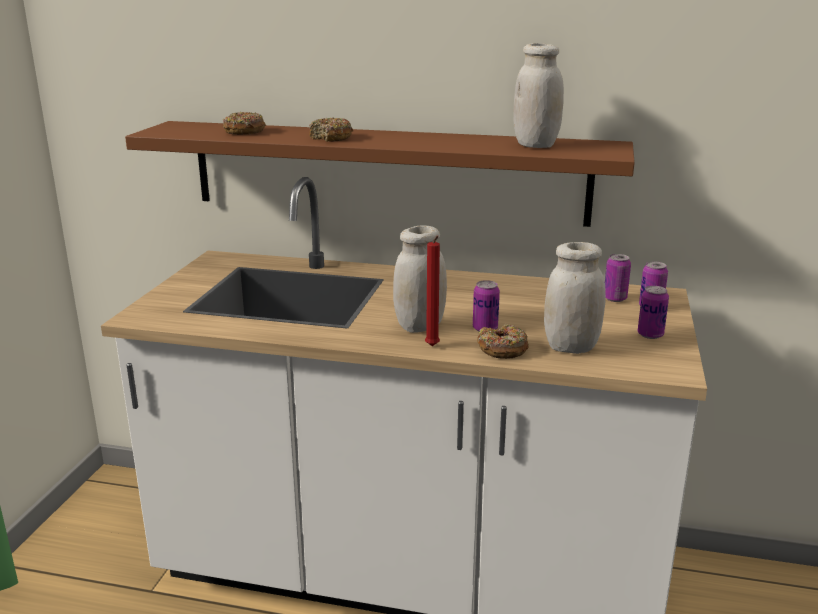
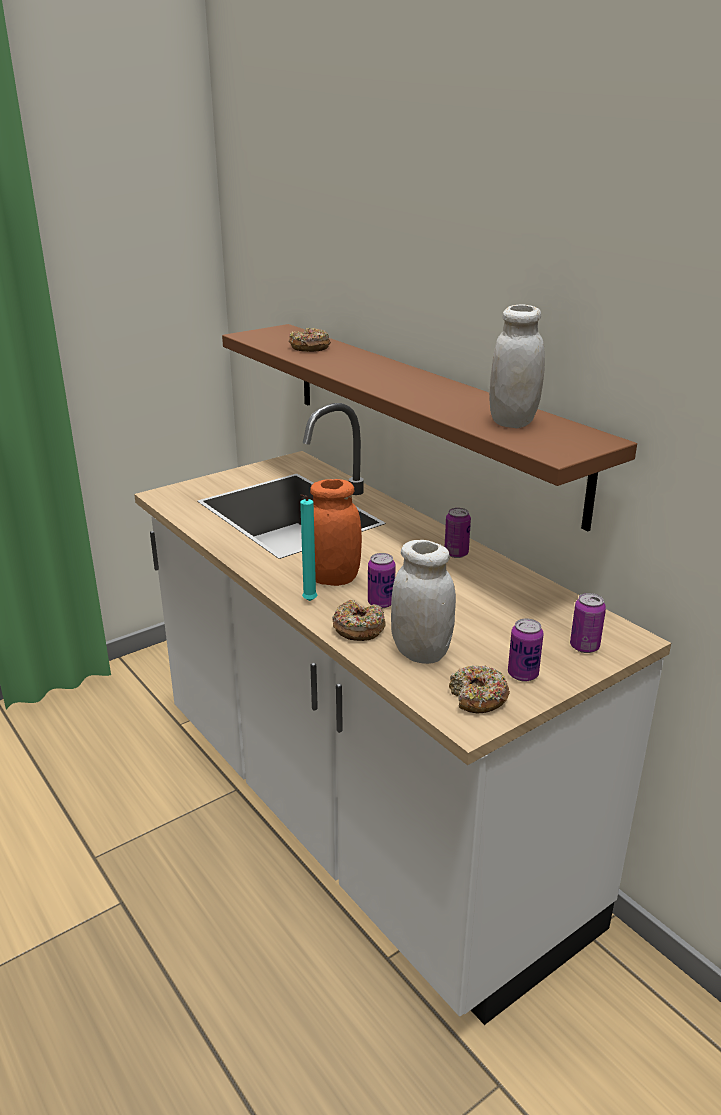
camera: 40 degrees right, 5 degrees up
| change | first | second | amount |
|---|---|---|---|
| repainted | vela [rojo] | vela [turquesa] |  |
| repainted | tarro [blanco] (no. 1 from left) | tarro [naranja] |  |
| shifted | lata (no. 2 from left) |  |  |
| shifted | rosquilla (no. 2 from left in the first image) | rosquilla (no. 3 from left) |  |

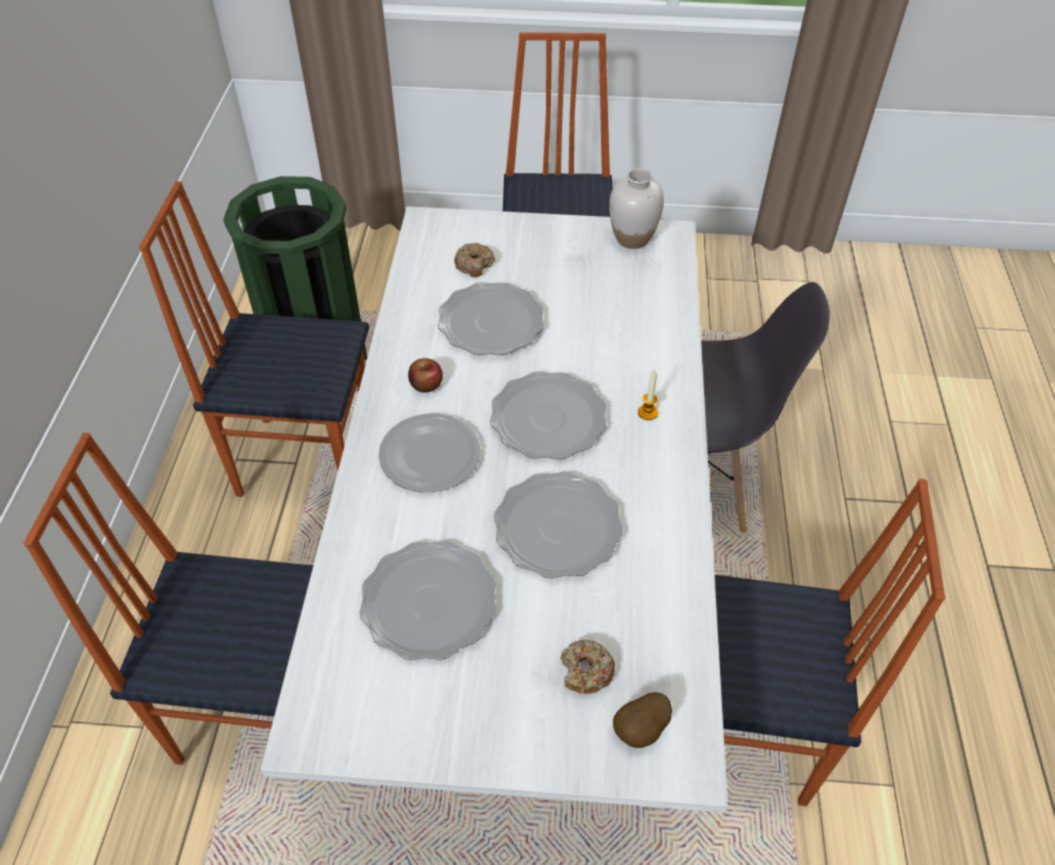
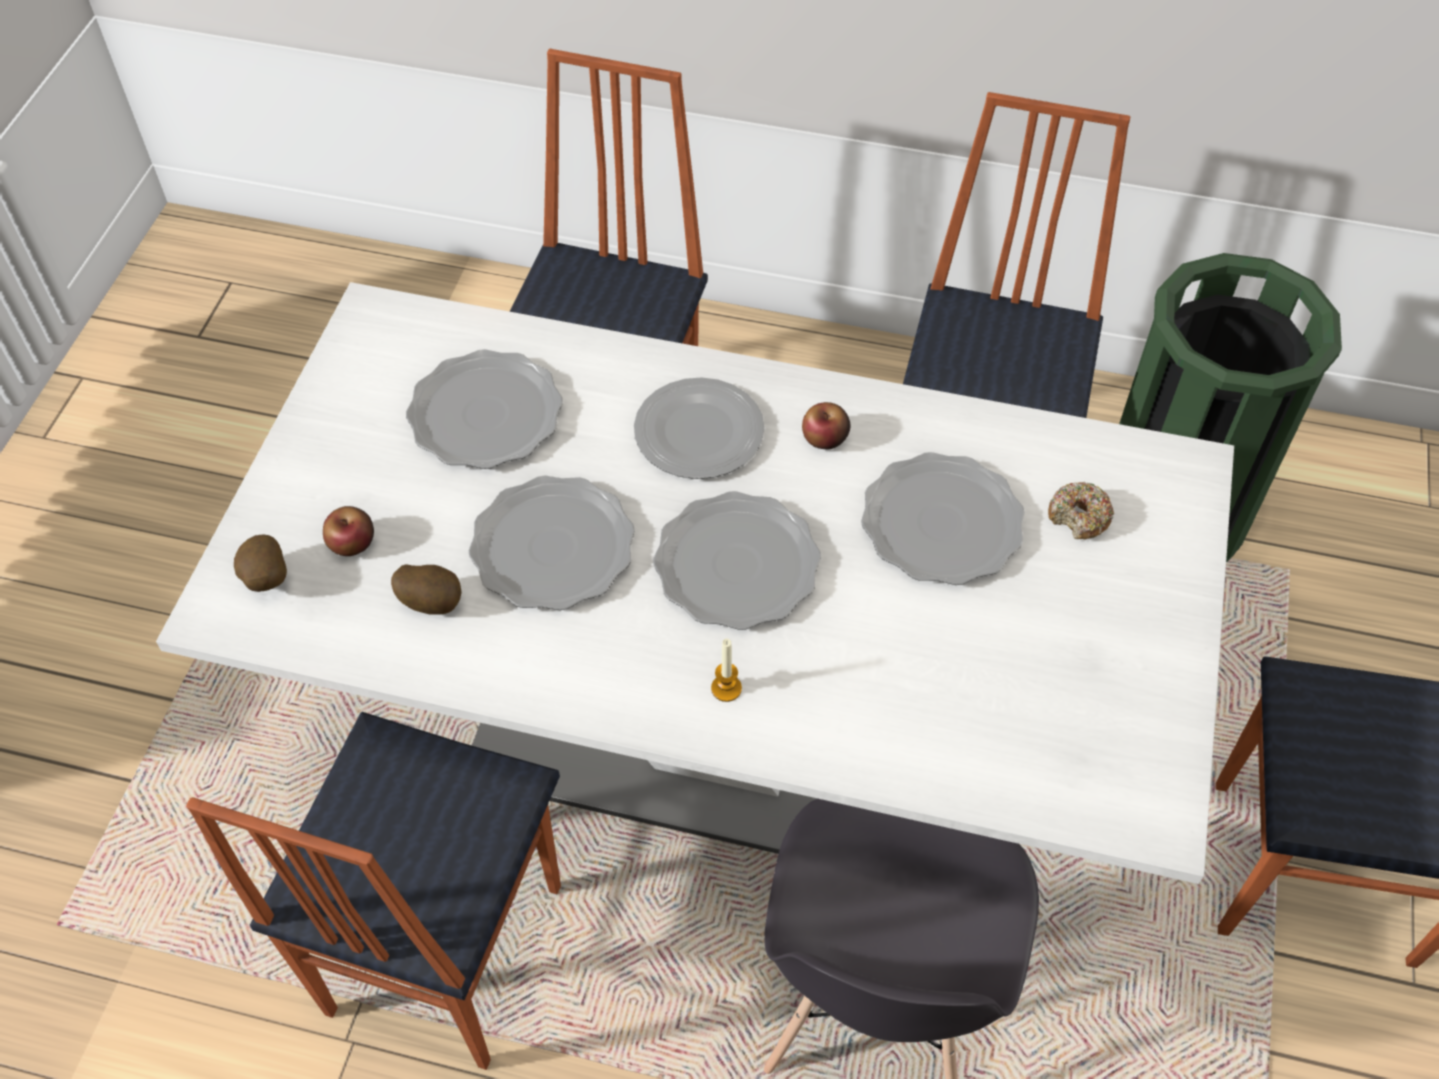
camera: 100 degrees right, 5 degrees up
| change | first | second | amount |
|---|---|---|---|
| swapped | rosquilla (no. 2 from left) | manzana (no. 1 from left) |  |
| new |  | patata (no. 2 from left) |  |
| gone | florero [blanco] |  |  |

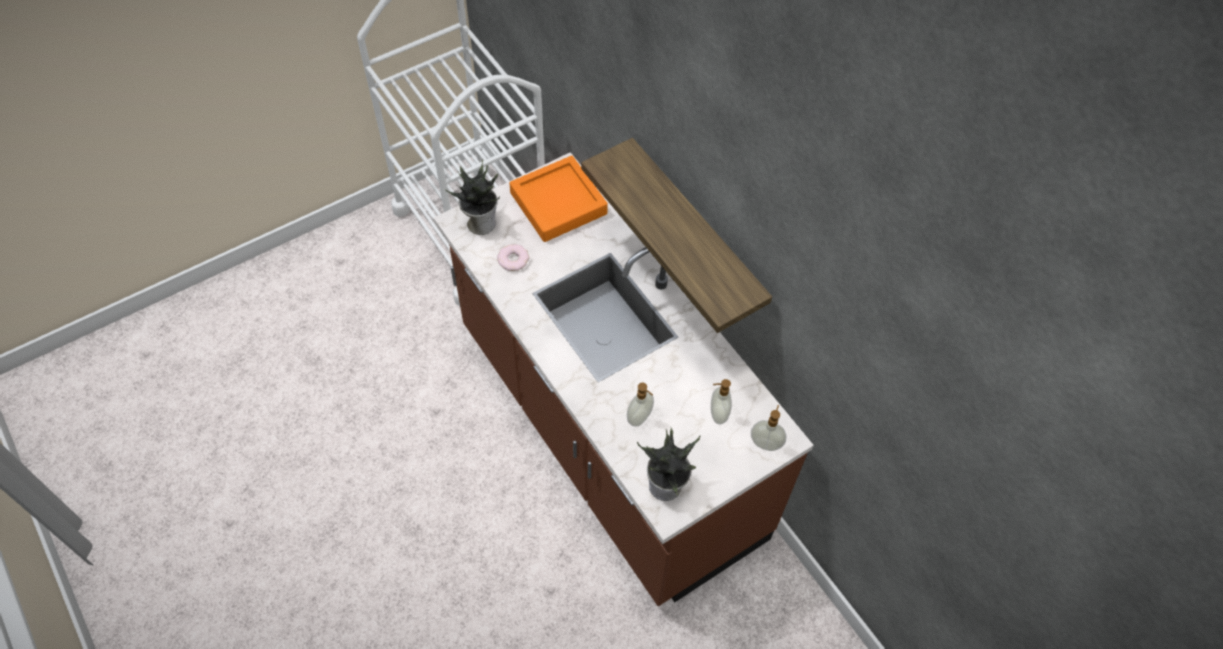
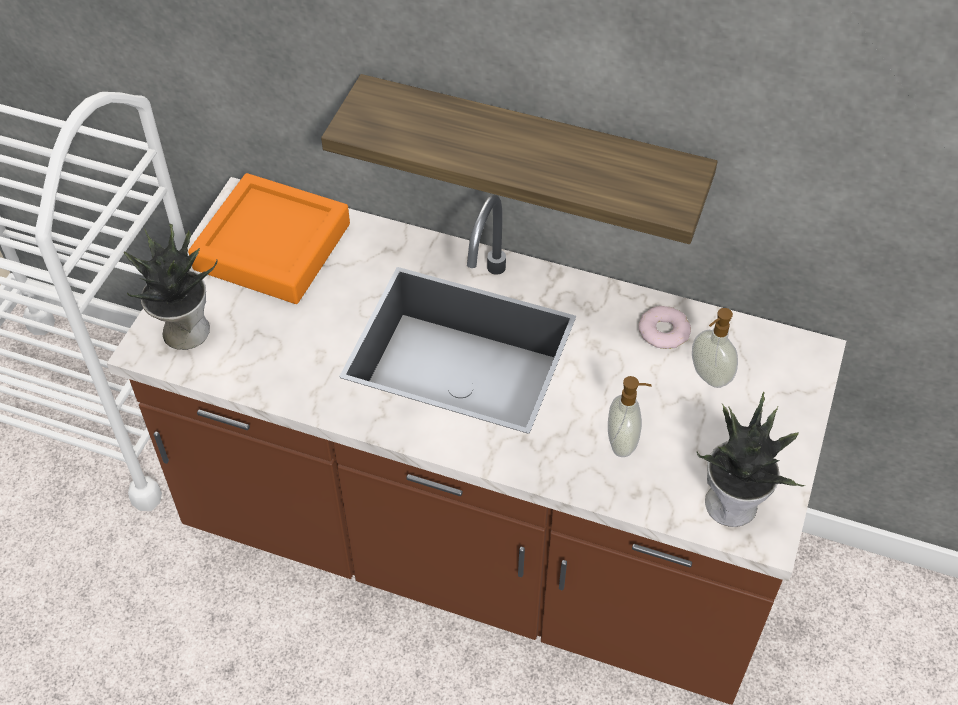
camera: 35 degrees left, 5 degrees down
| change | first | second | amount |
|---|---|---|---|
| shifted | rosquilla |  |  |
| gone | dispensador de jabón (no. 3 from left) |  |  |

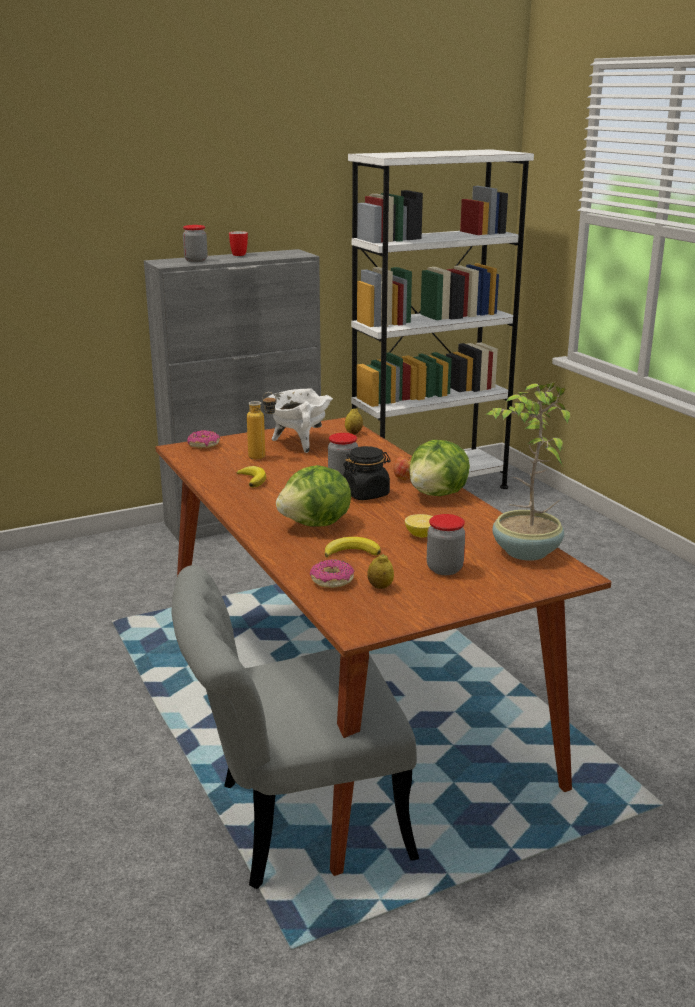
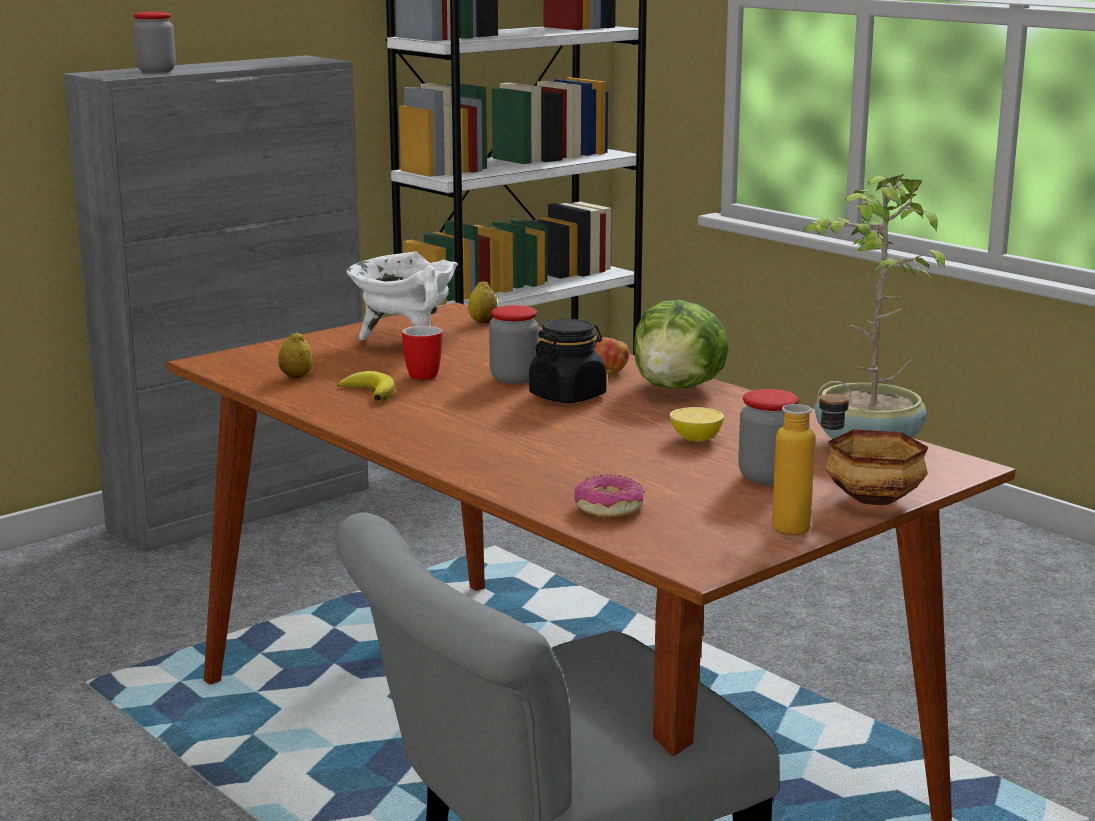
camera: 15 degrees left, 5 degrees down
| change | first | second | amount |
|---|---|---|---|
| shifted | limón (no. 2 from left in the first image) | limón (no. 1 from left) |  |
| shifted | taza grande |  |  |
| shifted | botella |  |  |
| new |  | cuenco |  |
| gone | rosquilla (no. 1 from left) |  |  |
| gone | lechuga (no. 1 from left) |  |  |
| gone | plátano (no. 2 from left) |  |  |

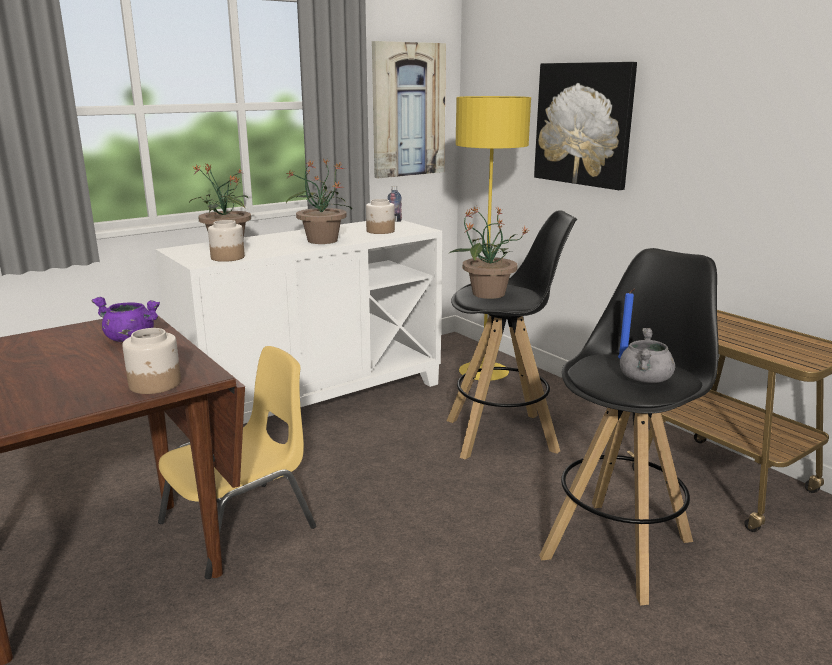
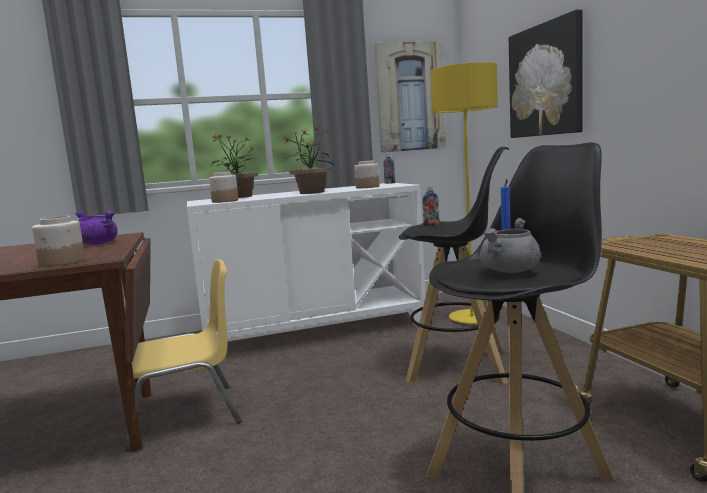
camera: 20 degrees right, 10 degrees down
| change | first | second | amount |
|---|---|---|---|
| swapped | planta en maceta (no. 3 from left) | botella (no. 2 from left) |  |

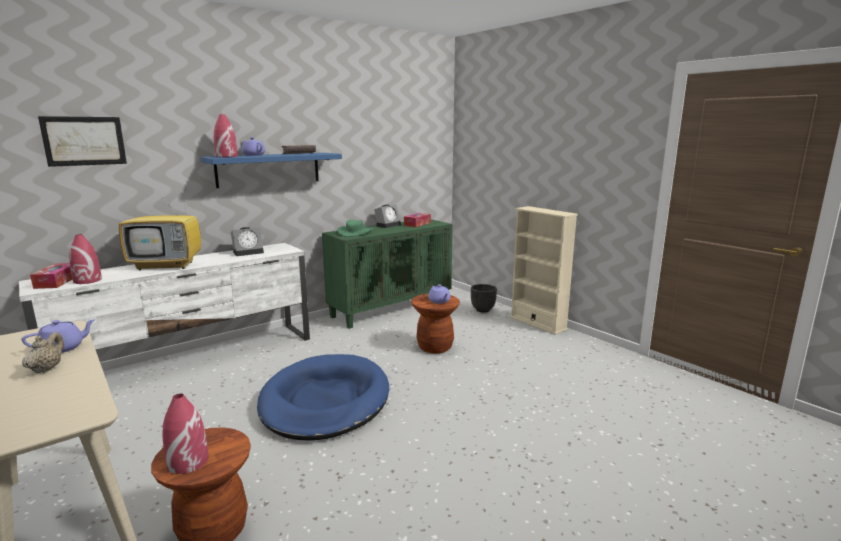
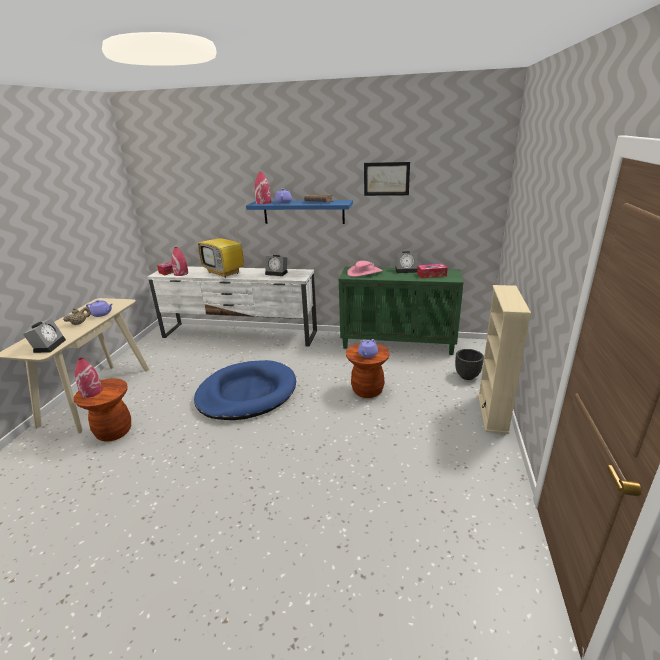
camera: 50 degrees right, 10 degrees up
| change | first | second | amount |
|---|---|---|---|
| new |  | despertador (no. 1 from left) |  |
| repainted | sombrero [verde] | sombrero [rosa] |  |
| shifted | cuadro |  |  |

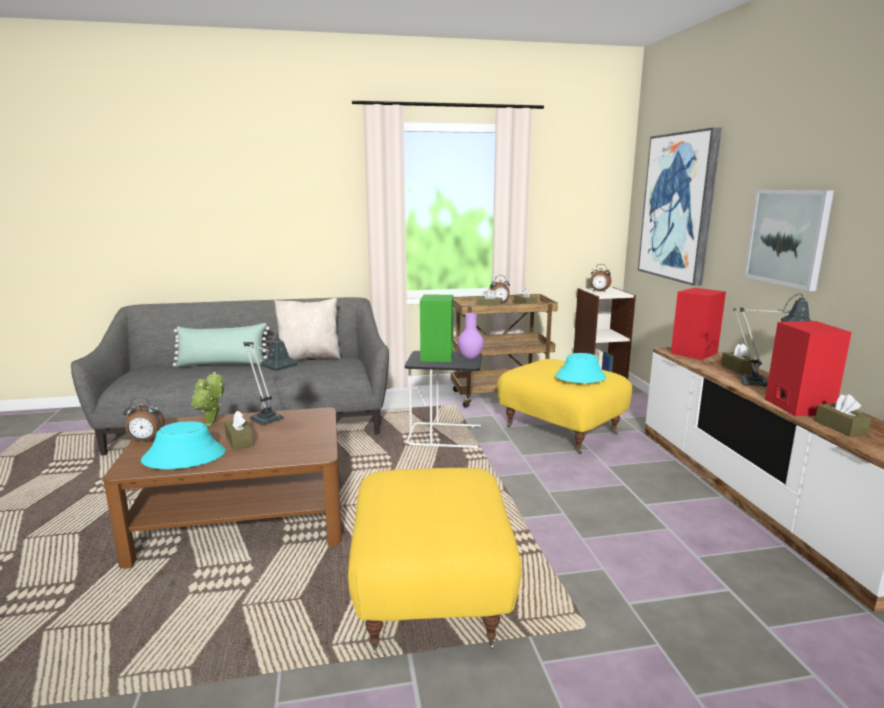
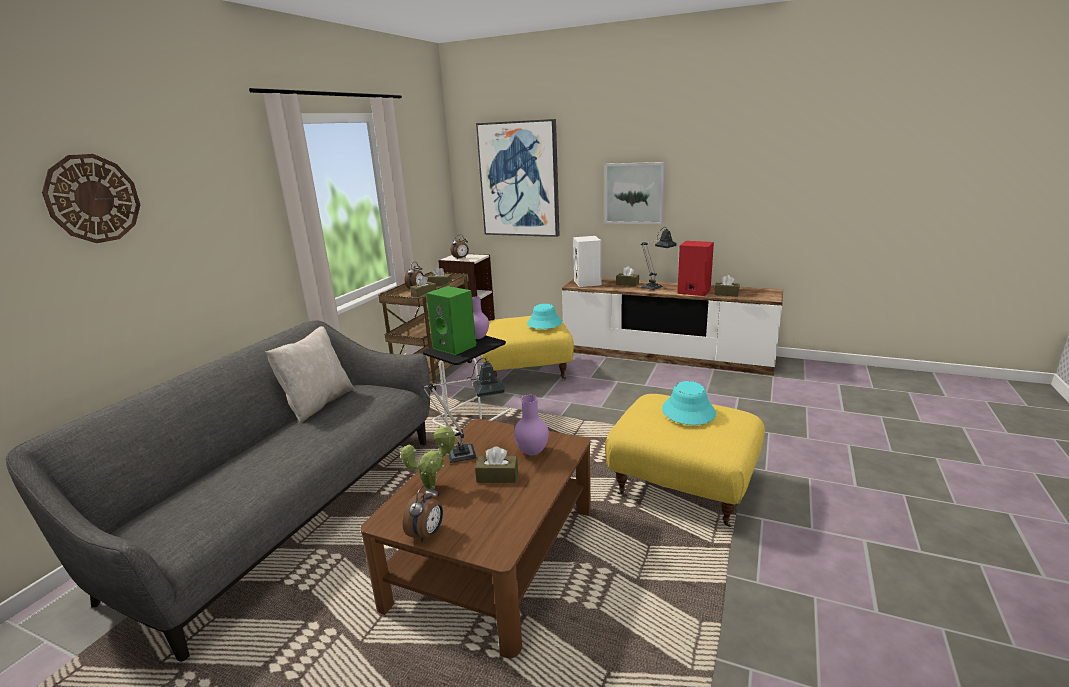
camera: 55 degrees left, 5 degrees up
| change | first | second | amount |
|---|---|---|---|
| new |  | reloj de pared |  |
| new |  | florero [morado] (no. 2 from left) |  |
| repainted | altavoz [rojo] (no. 1 from left) | altavoz [blanco] |  |
| shifted | sombrero [turquesa] (no. 1 from left in the first image) | sombrero [turquesa] (no. 2 from left) |  |
| gone | cojín [verde] |  |  |

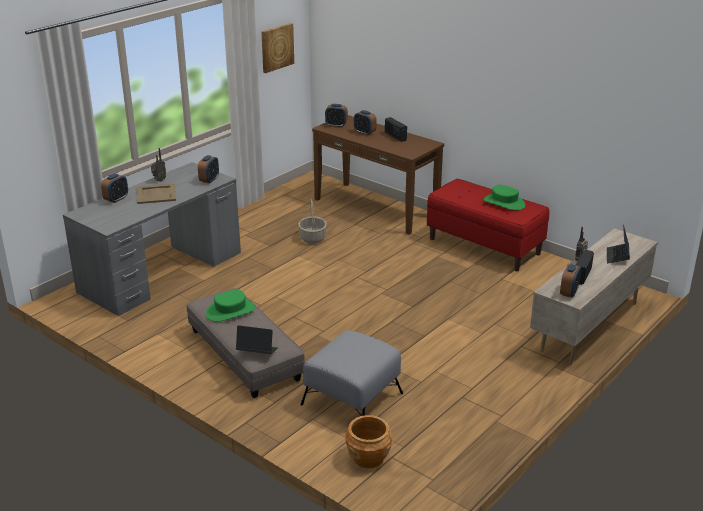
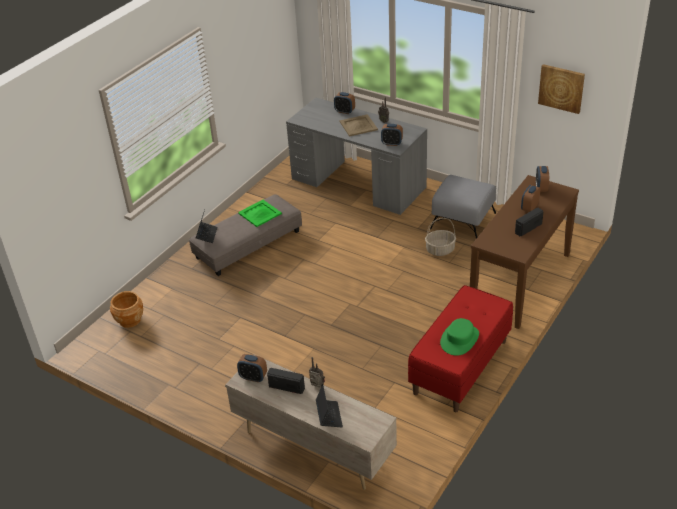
camera: 85 degrees right, 10 degrees up
| change | first | second | amount |
|---|---|---|---|
| swapped | sombrero [verde] (no. 1 from left) | bandeja [verde] |  |
| rotated | portátil (no. 2 from left) |  | 75 degrees clockwise |
| shifted | puf [gris] (no. 2 from left) |  |  |

